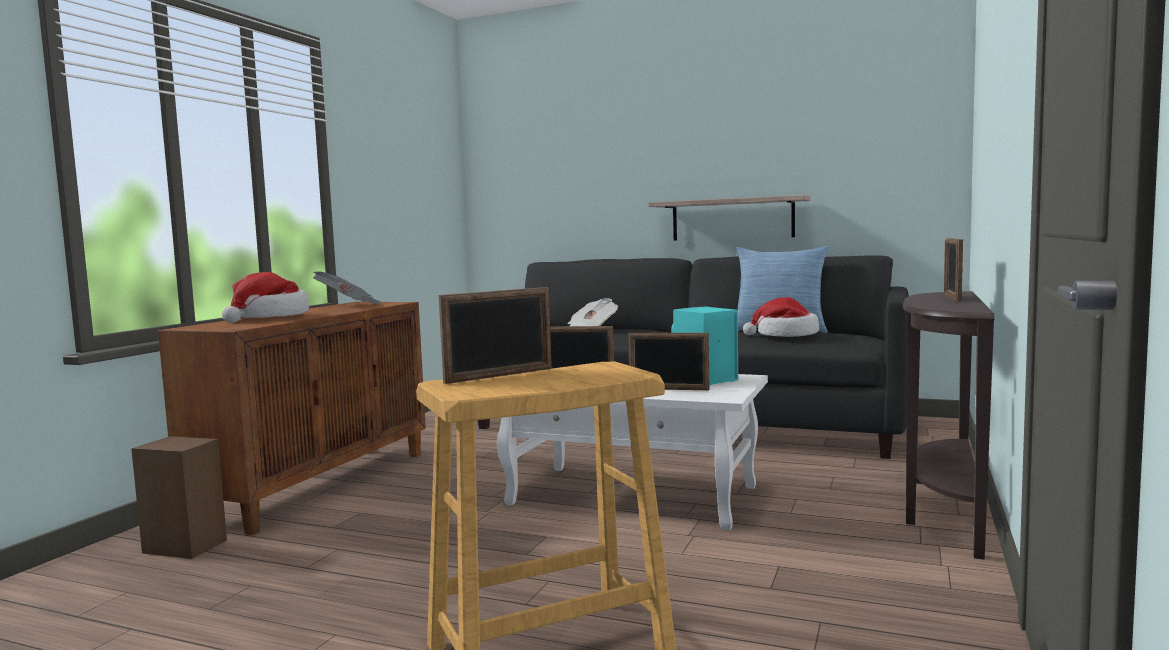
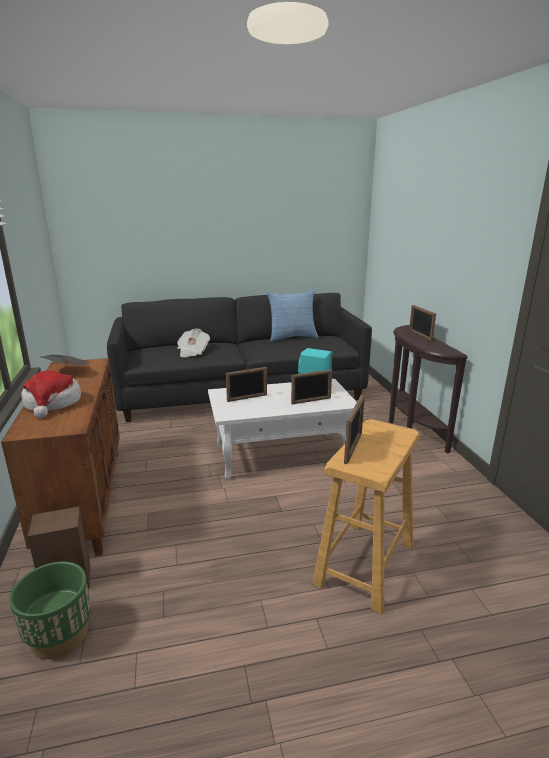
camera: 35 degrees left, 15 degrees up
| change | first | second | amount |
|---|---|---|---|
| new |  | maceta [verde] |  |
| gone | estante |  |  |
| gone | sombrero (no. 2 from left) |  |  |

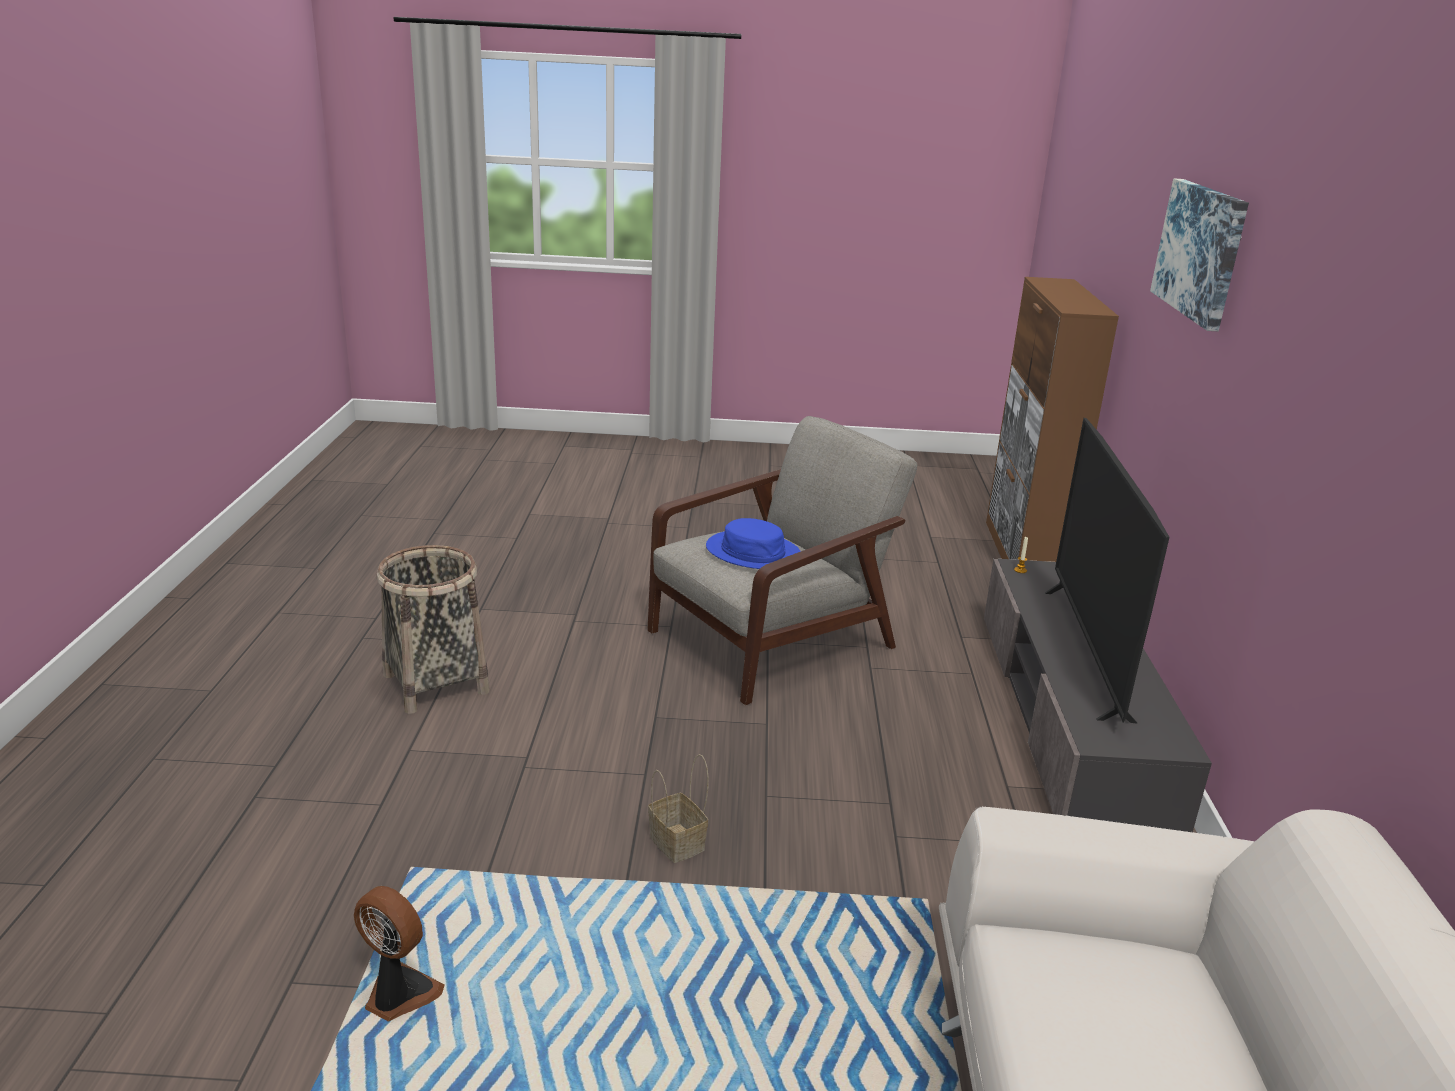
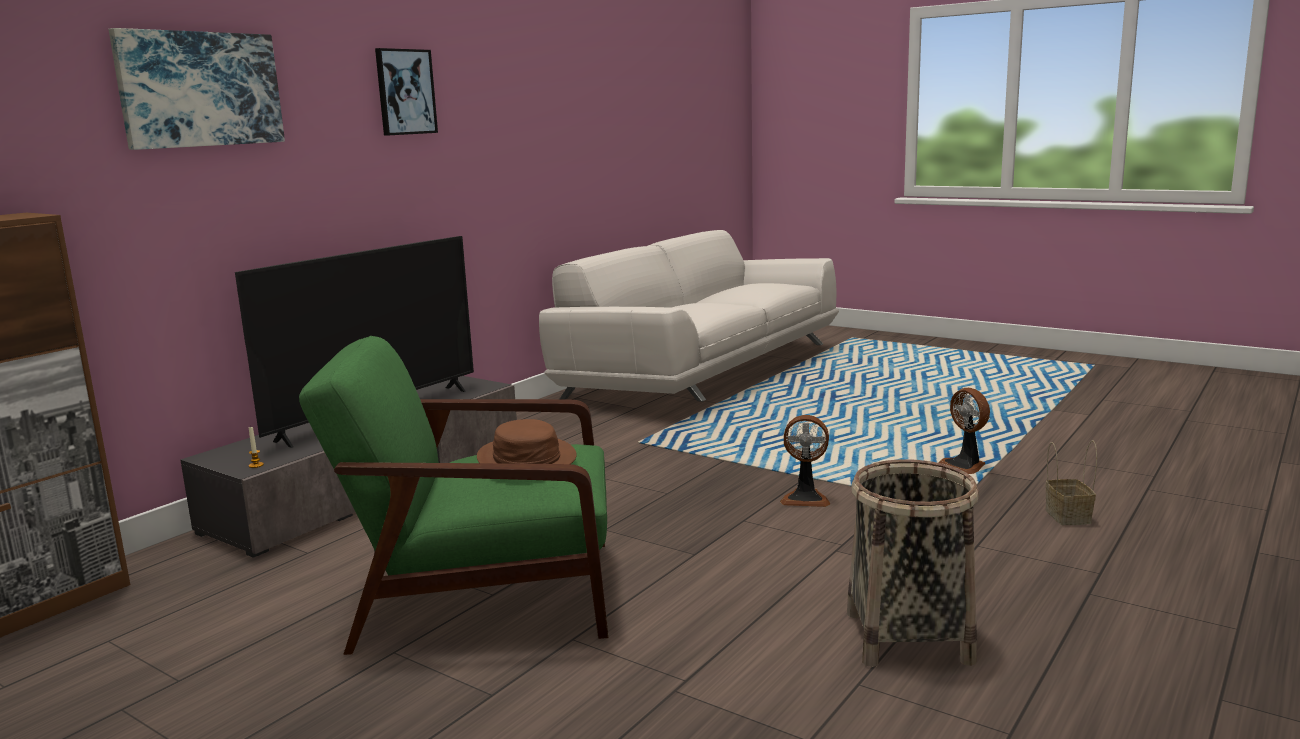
camera: 145 degrees left, 10 degrees down
| change | first | second | amount |
|---|---|---|---|
| repainted | sillón [gris] | sillón [verde] |  |
| new |  | cuadro (no. 2 from left) |  |
| repainted | sombrero [azul] | sombrero [marrón] |  |
| new |  | ventilador (no. 1 from left) |  |
| shifted | cesta (no. 2 from left) |  |  |

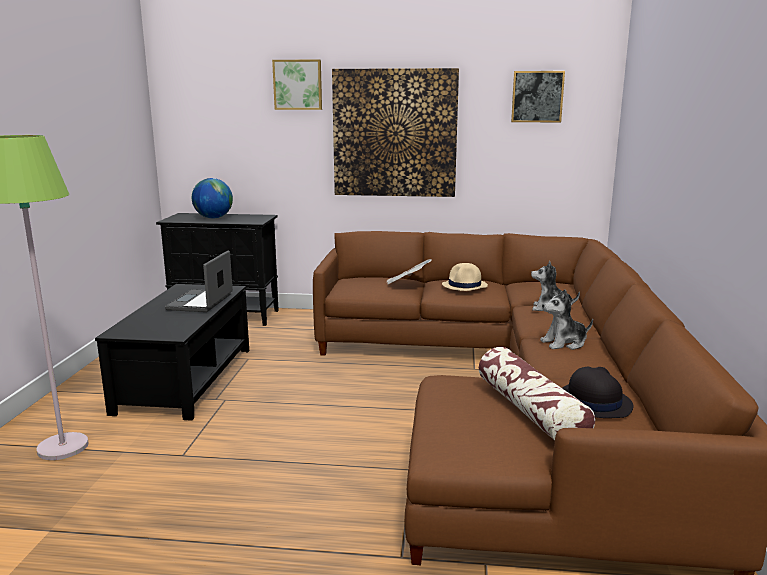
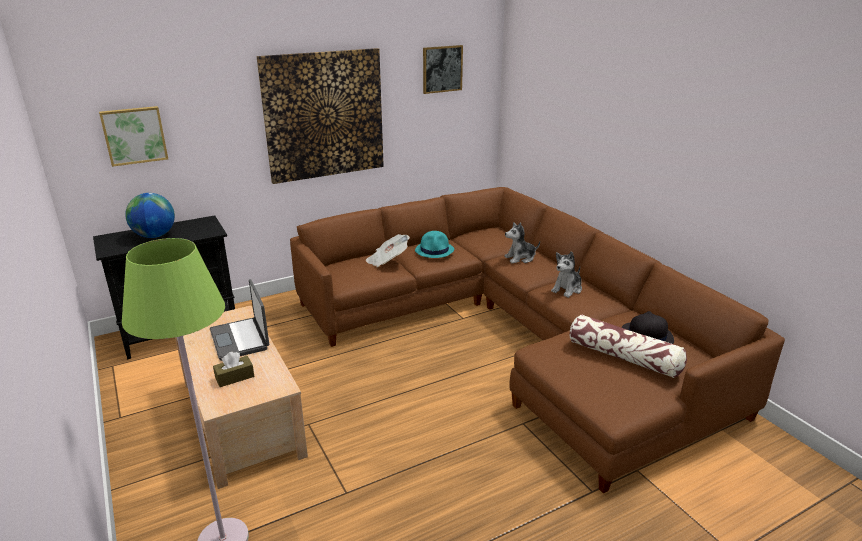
camera: 35 degrees left, 10 degrees up
| change | first | second | amount |
|---|---|---|---|
| shifted | cuadro (no. 1 from left) |  |  |
| repainted | mesa de centro [negro] | mesa de centro [beis] |  |
| new |  | caja de pañuelos [marrón] |  |
| repainted | sombrero [beis] | sombrero [turquesa] |  |

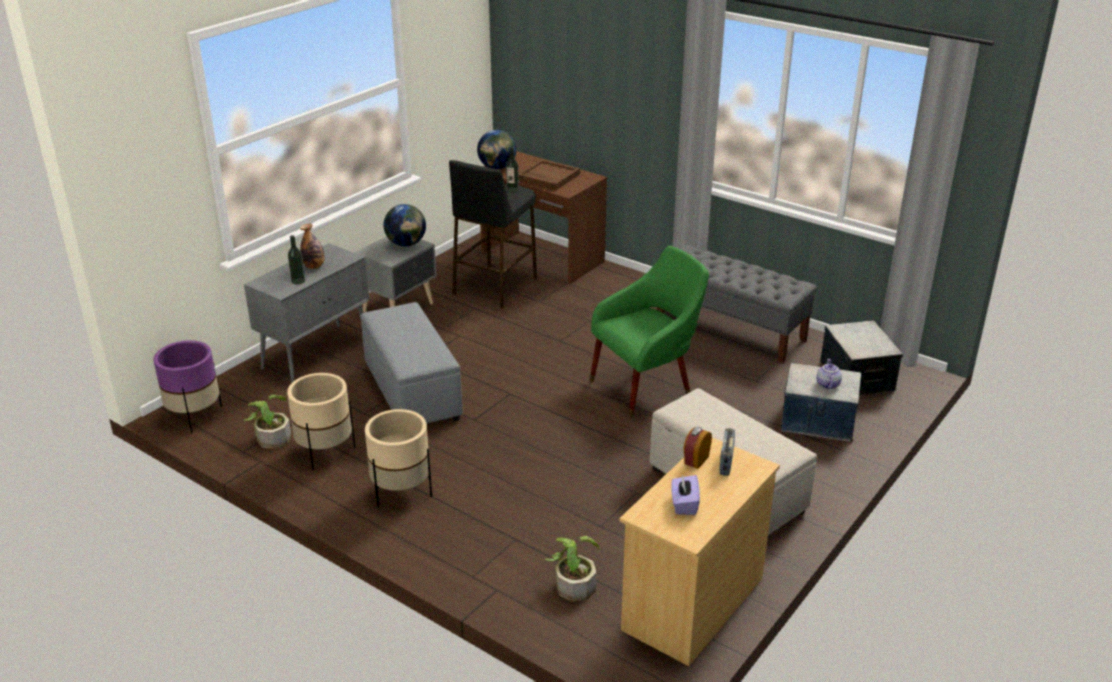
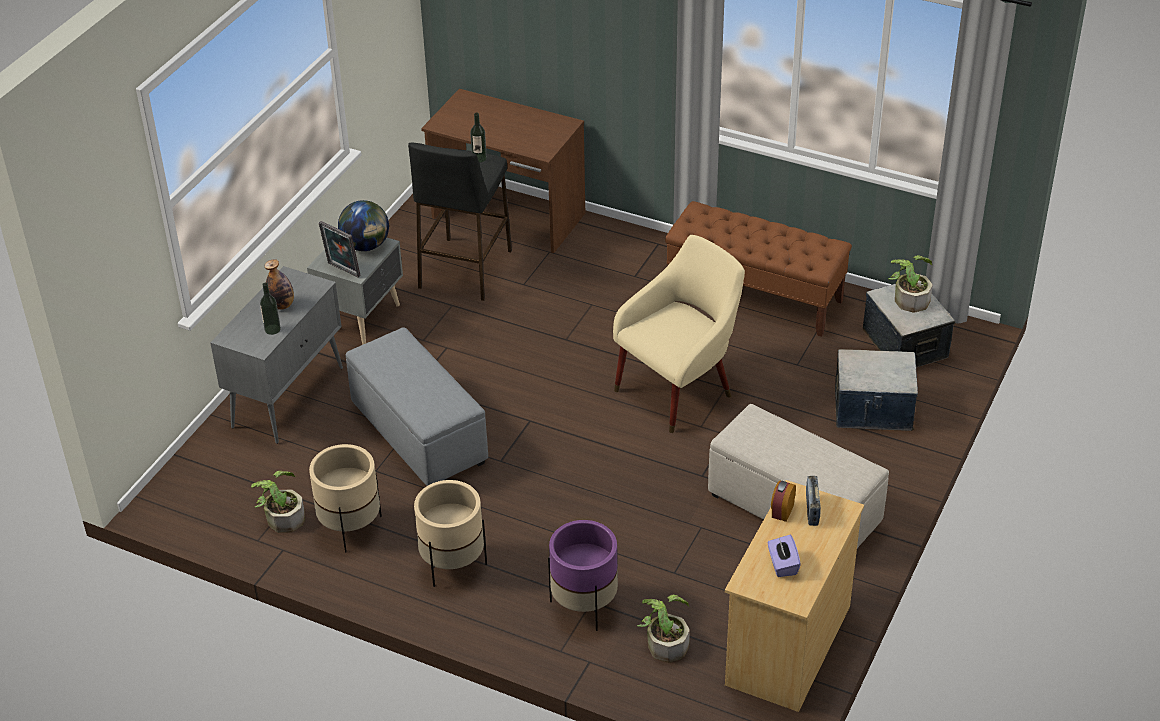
camera: 10 degrees left, 10 degrees up
| change | first | second | amount |
|---|---|---|---|
| new |  | portarretratos |  |
| shifted | maceta [morado] |  |  |
| repainted | sillón [verde] | sillón [beis] |  |
| repainted | banco [gris] | banco [marrón] |  |
| new |  | planta en maceta (no. 3 from left) |  |
| gone | globo terráqueo (no. 2 from left) |  |  |
| gone | bandeja [marrón] |  |  |
| gone | tetera |  |  |

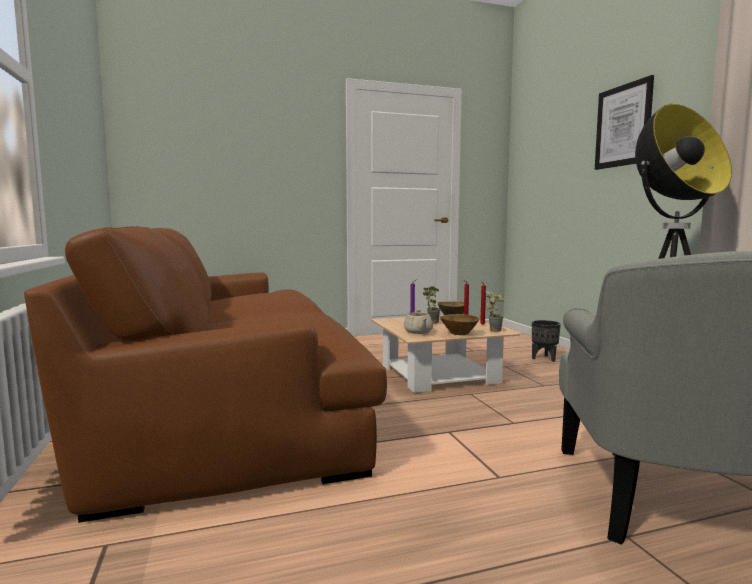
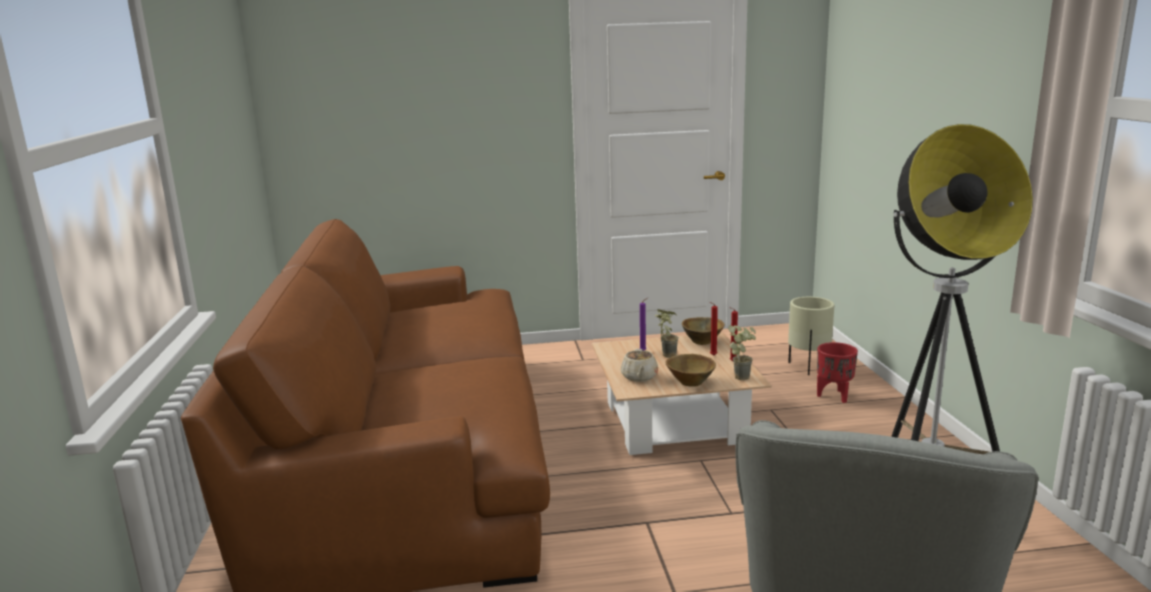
camera: 10 degrees right, 10 degrees up
| change | first | second | amount |
|---|---|---|---|
| new |  | maceta [beis] |  |
| repainted | maceta [negro] | maceta [rojo] |  |
| gone | cuadro |  |  |

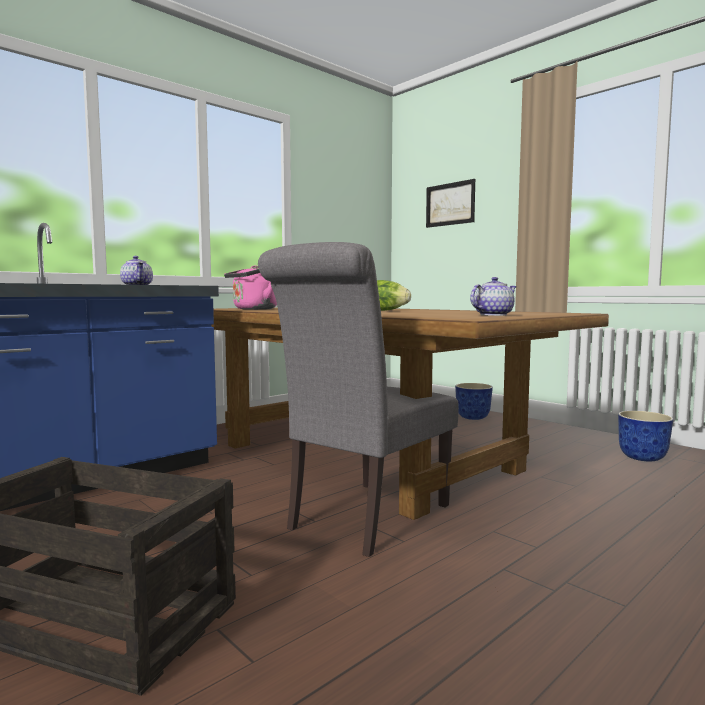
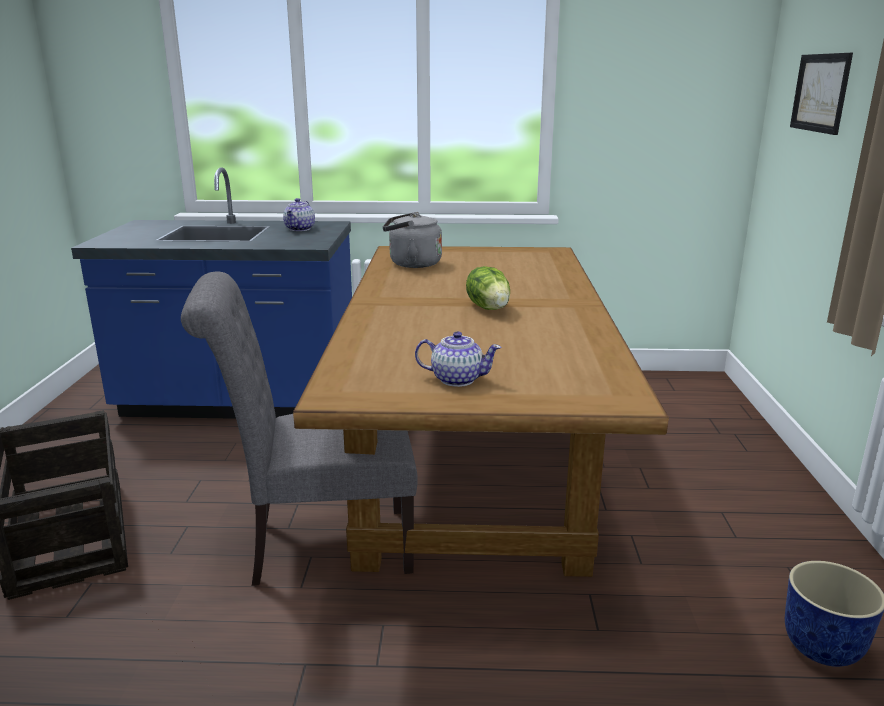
camera: 45 degrees right, 15 degrees up
| change | first | second | amount |
|---|---|---|---|
| repainted | hervidor [rosa] | hervidor [gris] |  |
| gone | maceta (no. 1 from left) |  |  |

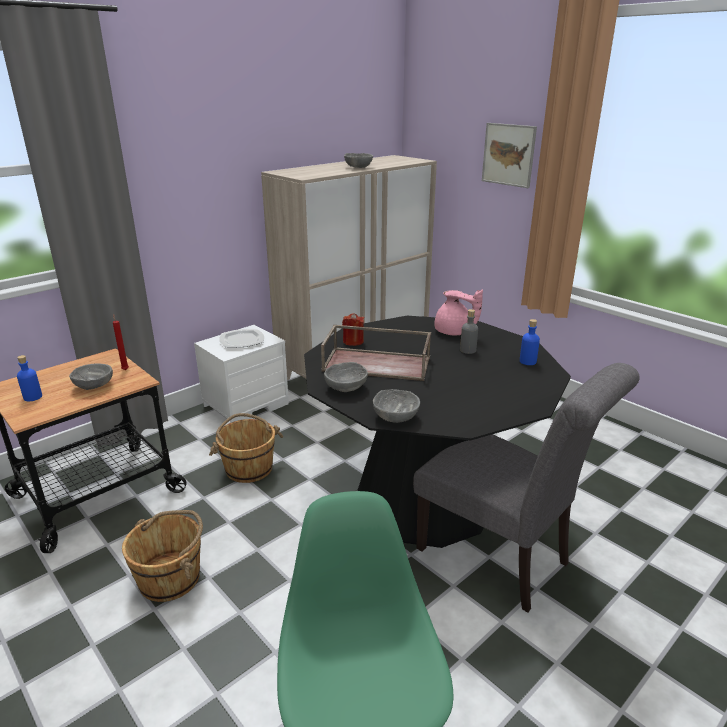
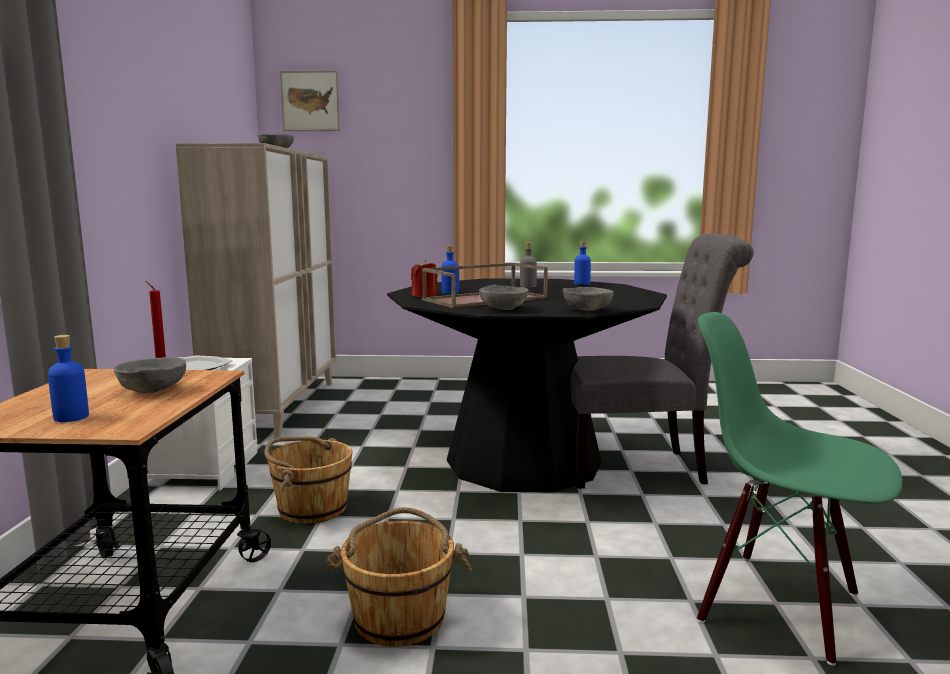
camera: 45 degrees left, 15 degrees down
| change | first | second | amount |
|---|---|---|---|
| shifted | cuadro |  |  |
| new |  | botella [azul] (no. 2 from left) |  |
| gone | tetera [rosa] |  |  |

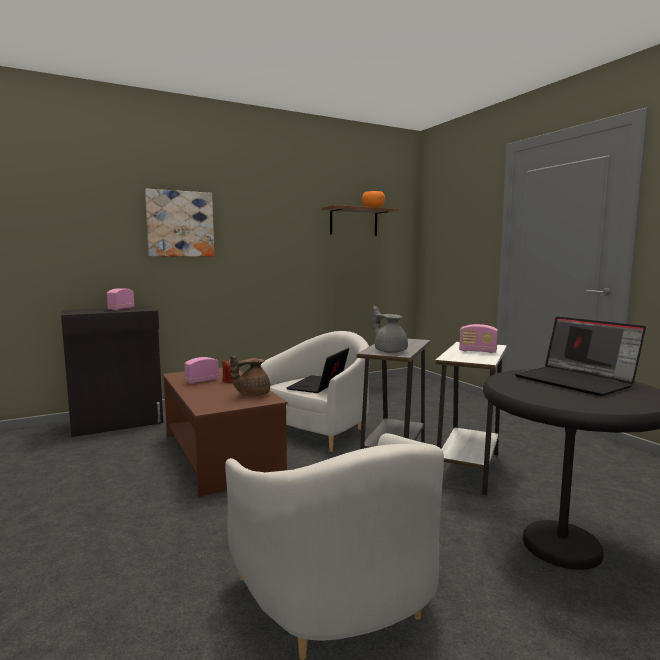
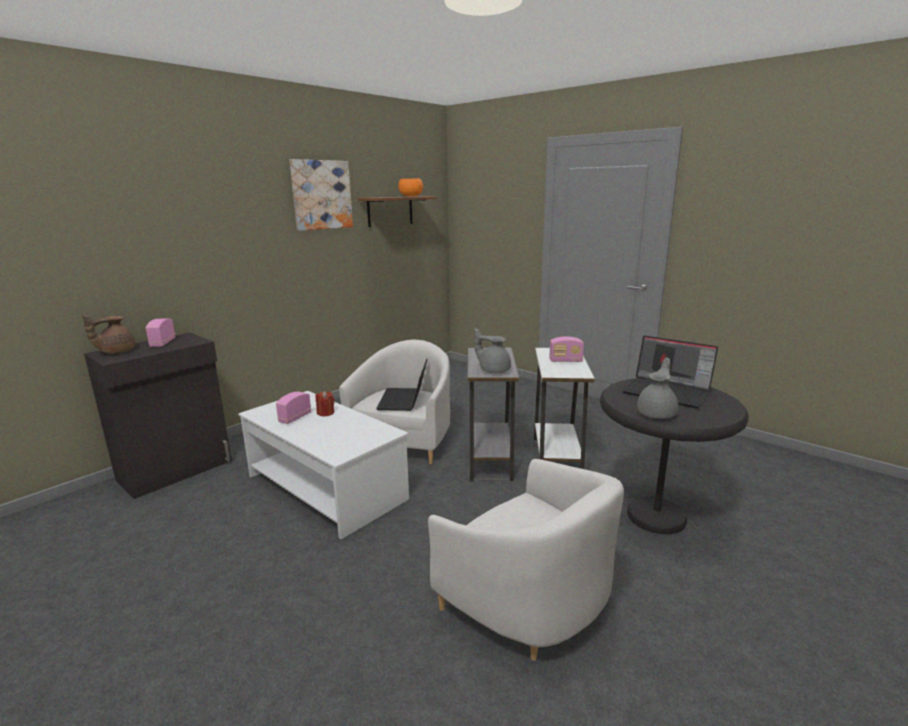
camera: 20 degrees left, 10 degrees up
| change | first | second | amount |
|---|---|---|---|
| shifted | tetera [marrón] |  |  |
| repainted | mesa de centro [marrón] | mesa de centro [blanco] |  |
| shifted | cuadro |  |  |
| new |  | tetera [gris] (no. 2 from left) |  |

